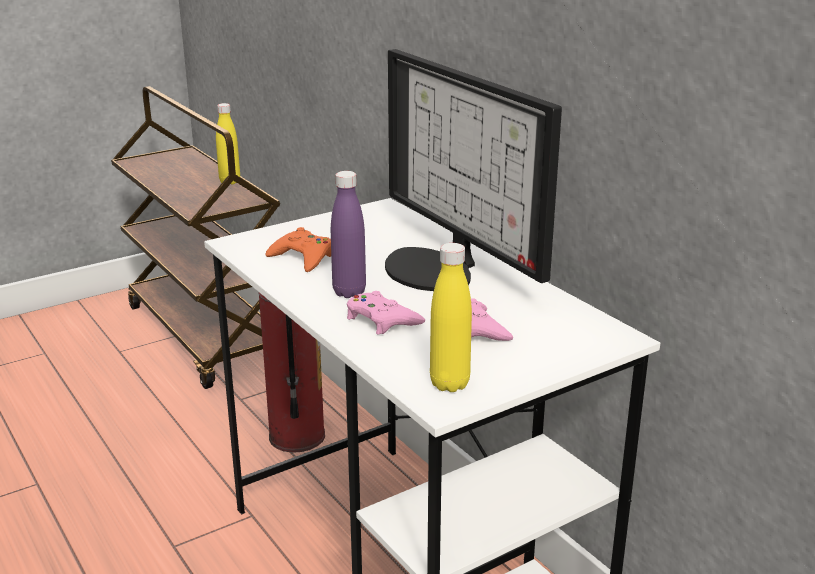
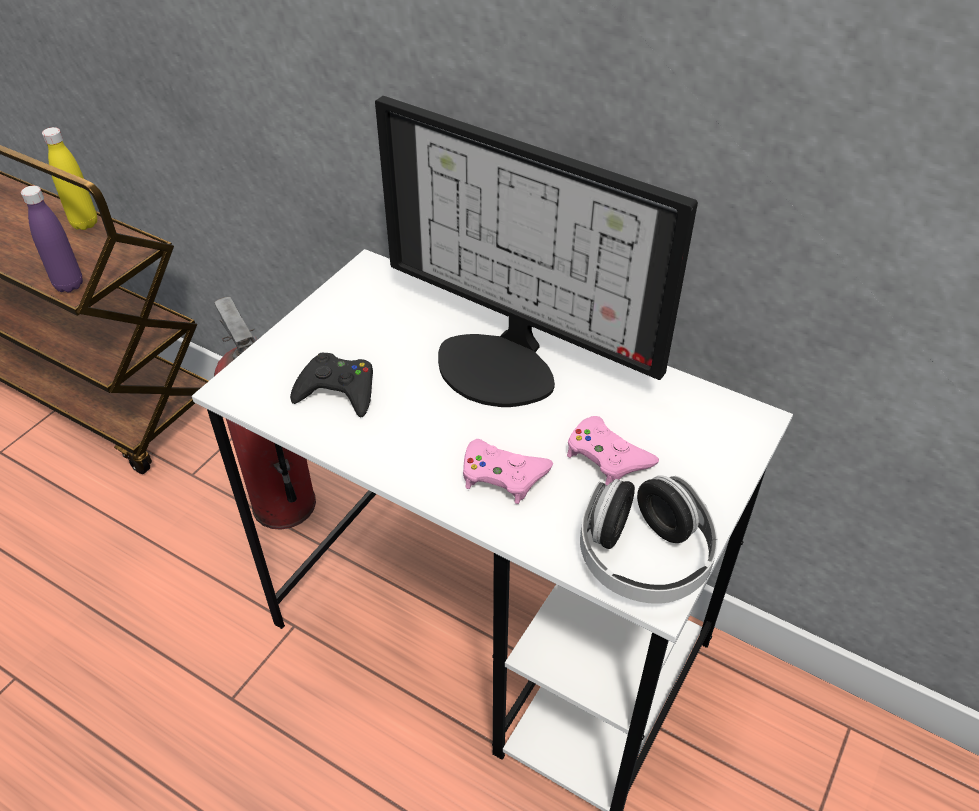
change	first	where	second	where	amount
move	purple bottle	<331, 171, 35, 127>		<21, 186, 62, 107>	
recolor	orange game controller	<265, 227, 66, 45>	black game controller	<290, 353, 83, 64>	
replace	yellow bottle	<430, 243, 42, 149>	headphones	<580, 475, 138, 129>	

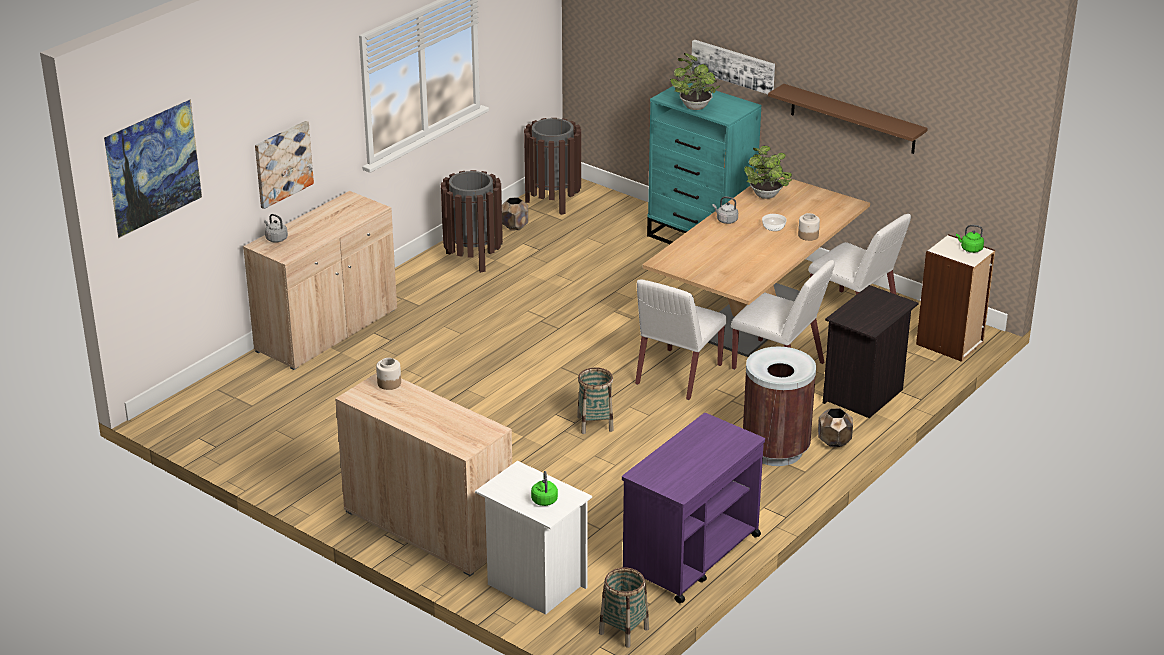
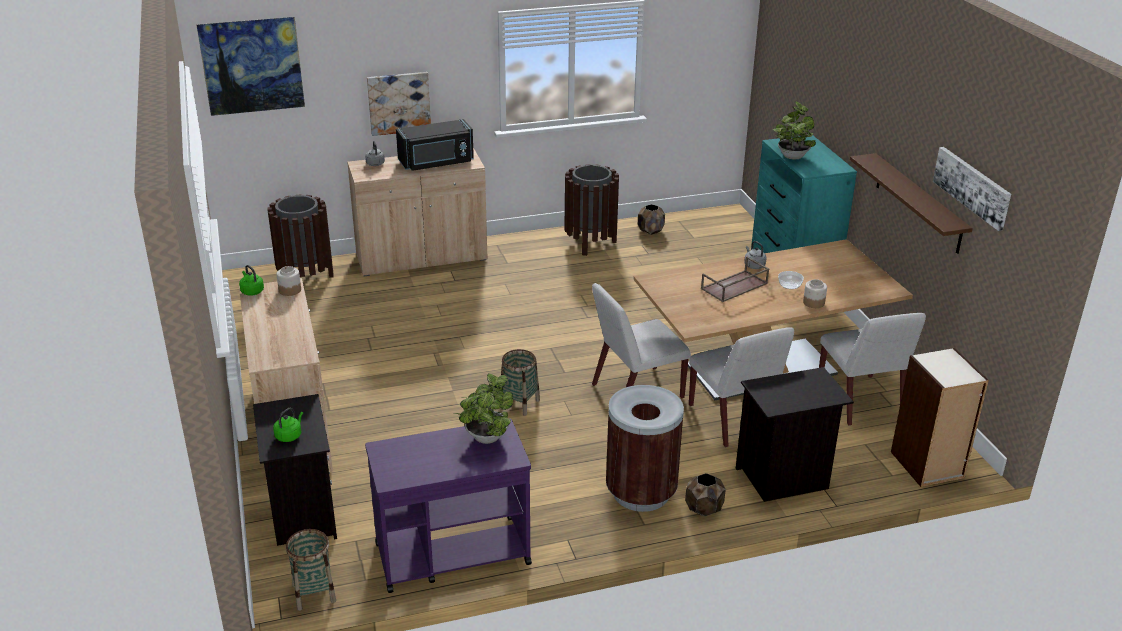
change	first	where	second	where	amount
move	green kettle	<956, 225, 28, 28>		<239, 265, 25, 31>	
recolor	white nightstand	<475, 461, 117, 154>	black nightstand	<253, 394, 84, 152>	
move	brown trash can	<524, 118, 57, 97>		<267, 195, 67, 82>	
insert			black microwave	<396, 119, 78, 52>	
move	potted plant	<744, 146, 48, 53>		<454, 373, 59, 71>	
insert			brown tray	<701, 257, 68, 45>	
move	picture	<691, 40, 84, 54>		<933, 147, 78, 84>	

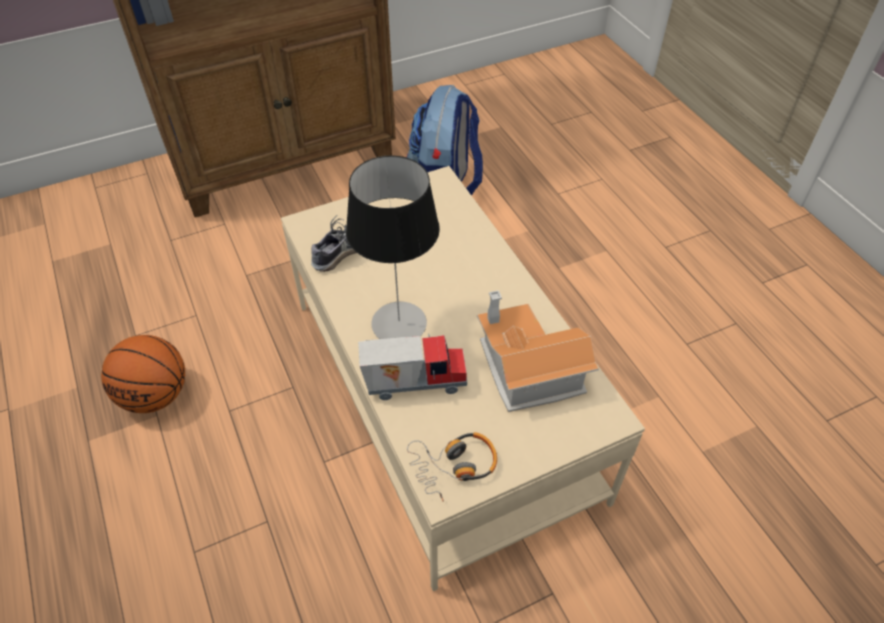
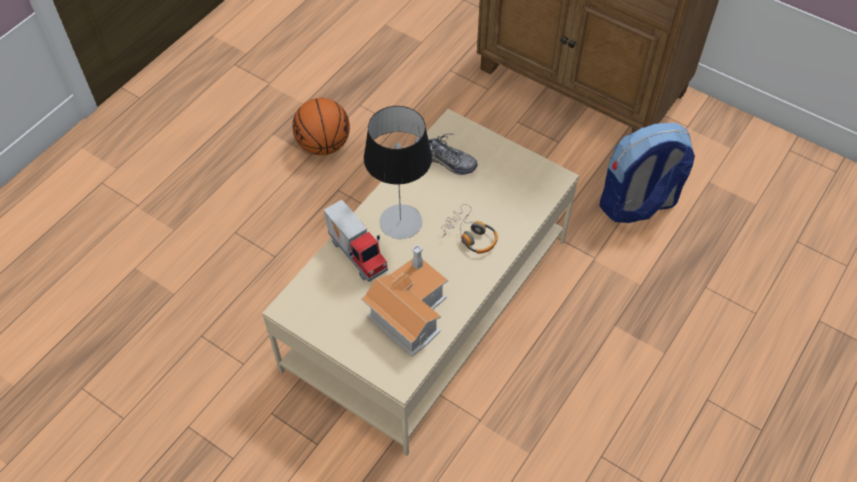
change	first	where	second	where	amount
move	headphones	<407, 432, 90, 69>		<441, 204, 57, 49>	

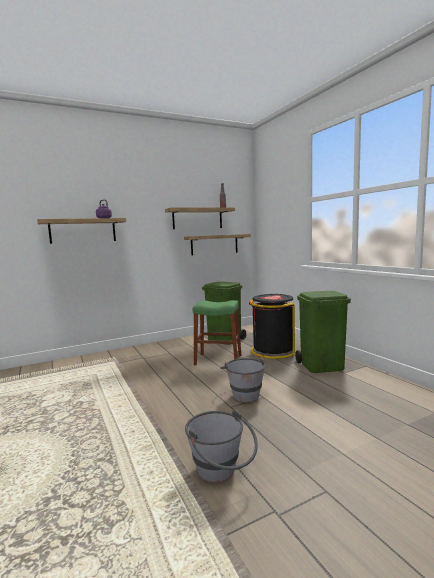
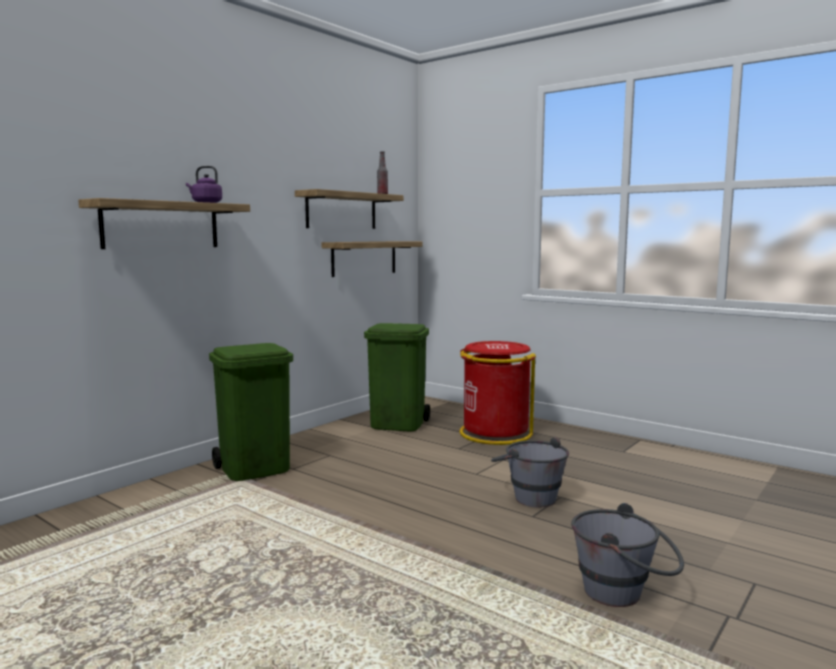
change	first	where	second	where	amount
move	green trash can	<295, 291, 56, 82>		<209, 343, 84, 138>	
recolor	black trash can	<249, 294, 46, 65>	red trash can	<459, 341, 77, 104>	
delete	green stool	<193, 300, 48, 65>			

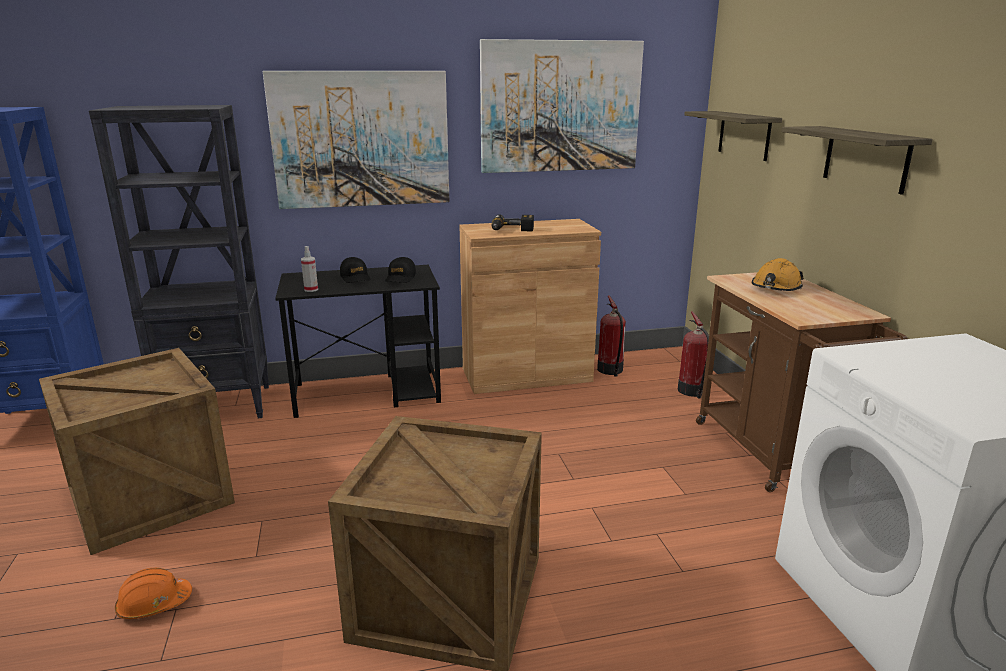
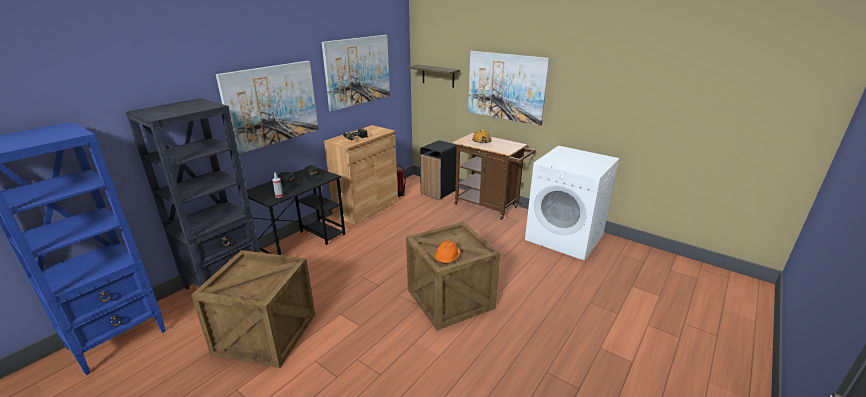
change	first	where	second	where	amount
replace	fire extinguisher	<678, 311, 31, 88>	black trash can	<420, 140, 37, 60>	
move	orange hard hat	<115, 568, 77, 51>		<434, 240, 26, 24>	
replace	shelf	<781, 126, 152, 69>	picture	<468, 51, 82, 75>	

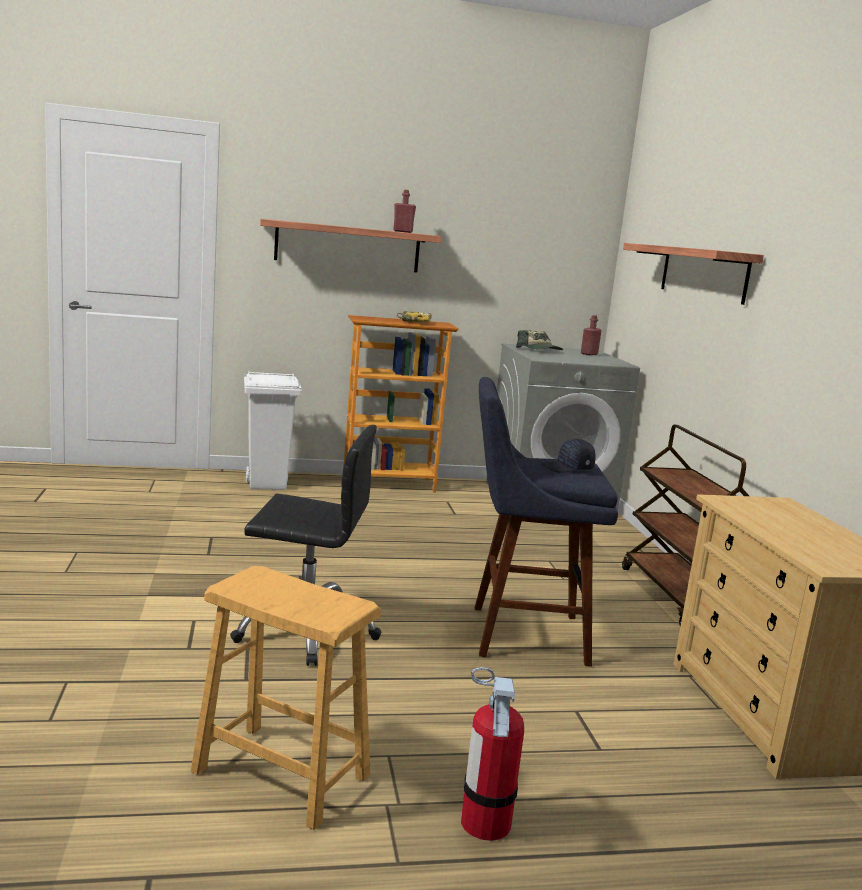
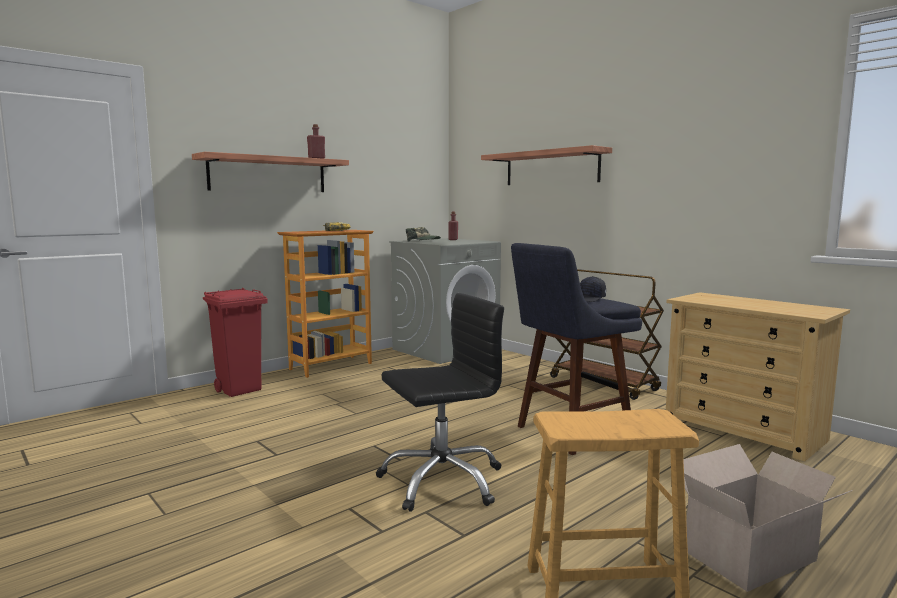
change	first	where	second	where	amount
recolor	white trash can	<244, 371, 58, 119>	red trash can	<203, 288, 65, 109>	
replace	fire extinguisher	<461, 667, 63, 174>	cardboard box	<683, 444, 170, 148>	

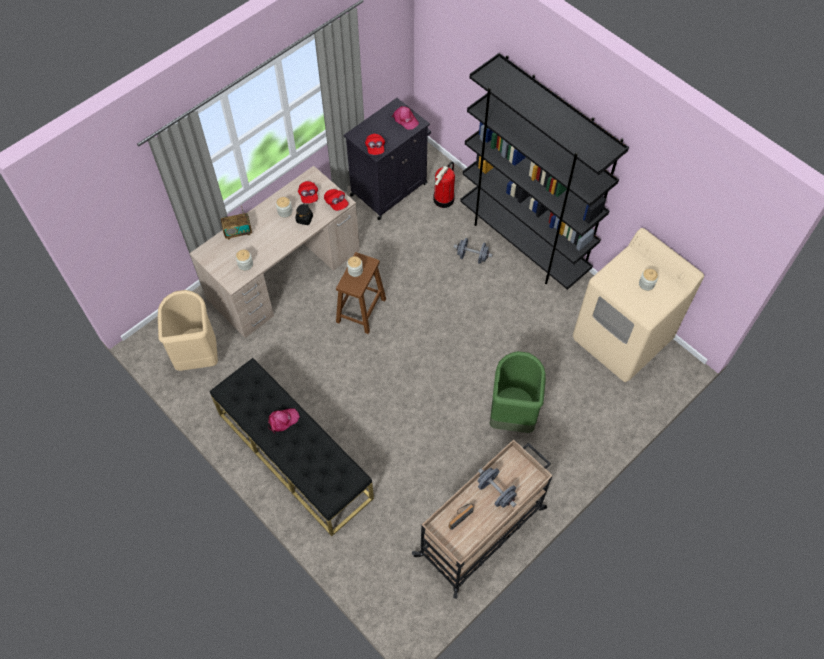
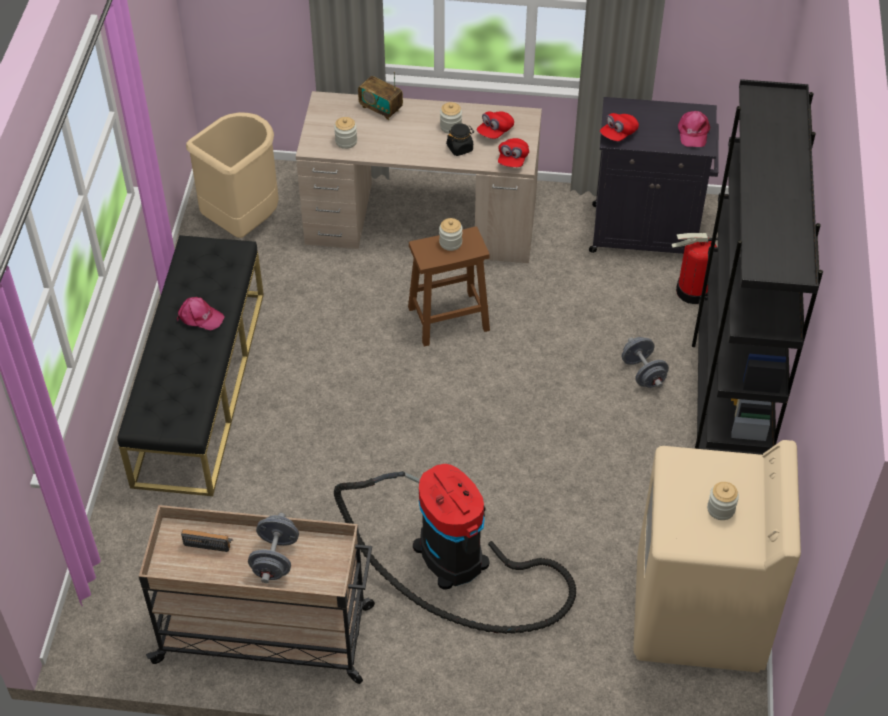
change	first	where	second	where	amount
replace	green trash can	<490, 351, 56, 82>	vacuum cleaner	<334, 464, 242, 170>	

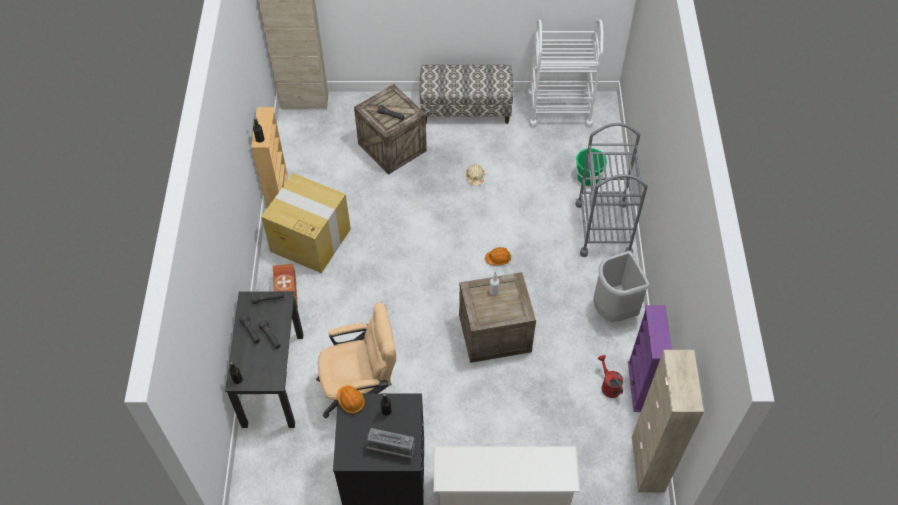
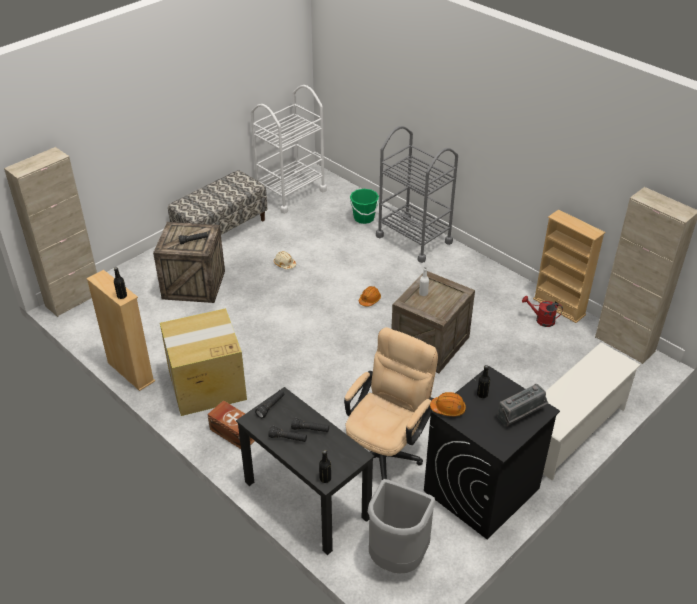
change	first	where	second	where	amount
move	grey trash can	<593, 251, 56, 71>		<368, 479, 68, 94>	
recolor	purple bookcase	<628, 305, 44, 107>	beige bookcase	<533, 209, 72, 114>	

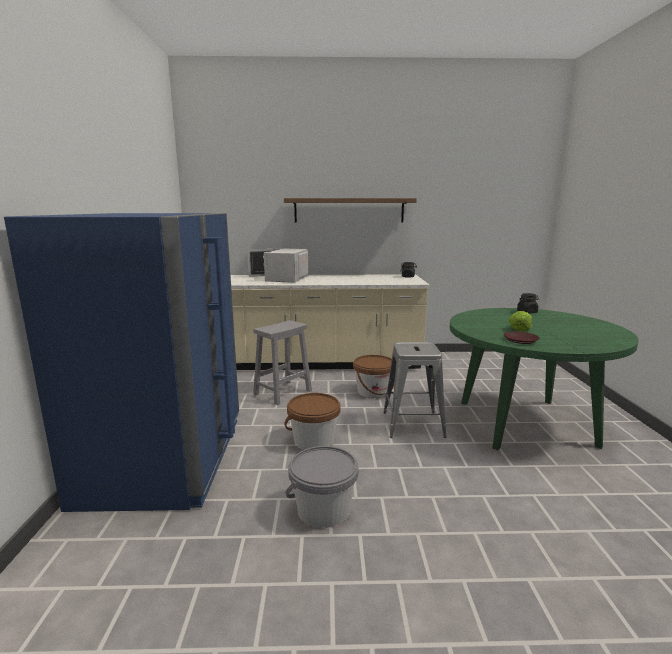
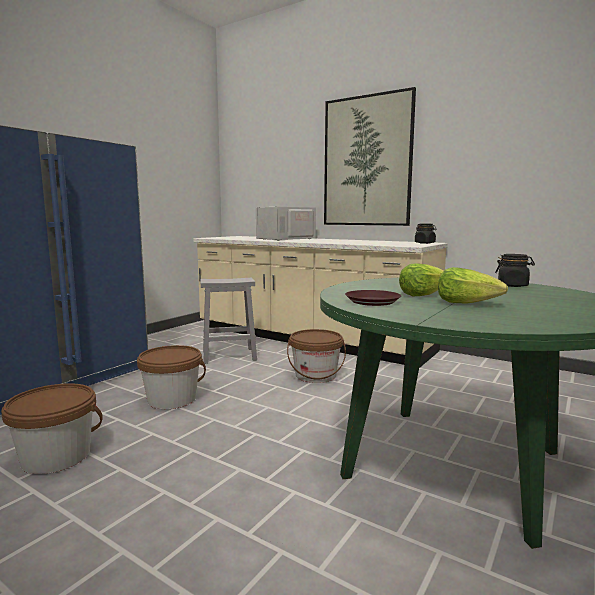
change	first	where	second	where	amount
recolor	grey bucket	<286, 446, 73, 82>	brown bucket	<1, 383, 102, 91>	
replace	shelf	<284, 198, 133, 24>	picture	<324, 87, 92, 139>	
insert			lettuce	<438, 267, 70, 37>	
delete	grey stool	<383, 342, 64, 96>			

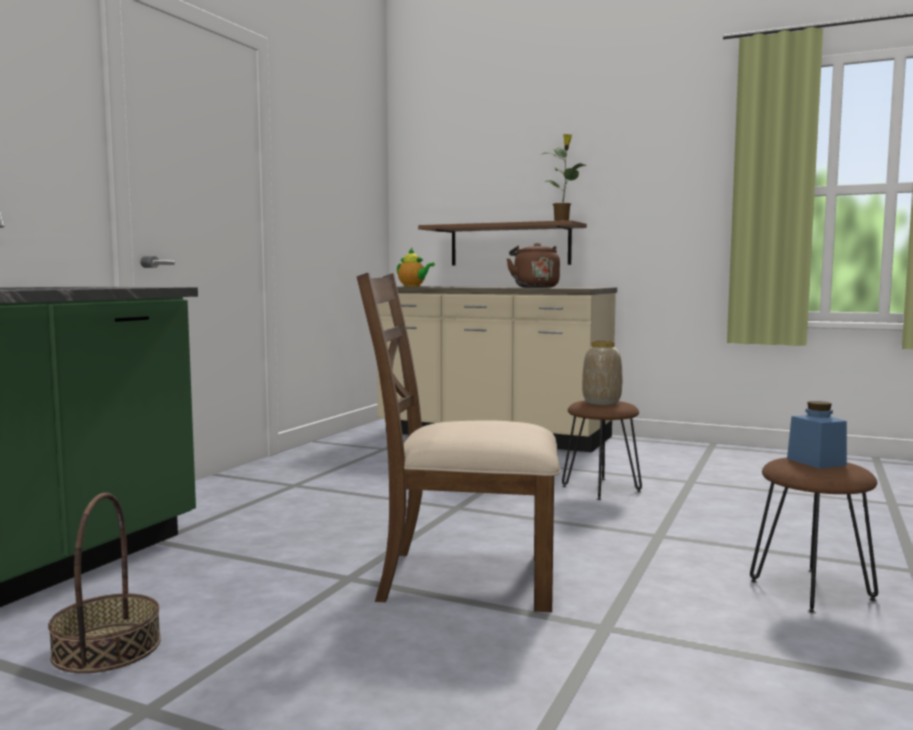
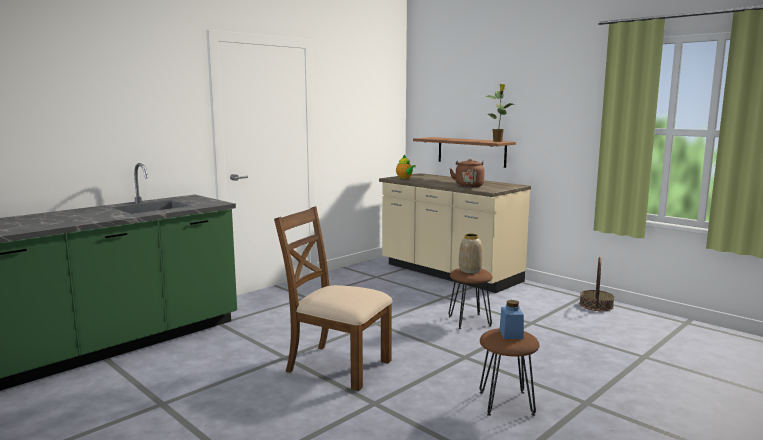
change	first	where	second	where	amount
move	basket	<48, 493, 113, 180>		<580, 257, 34, 54>	

